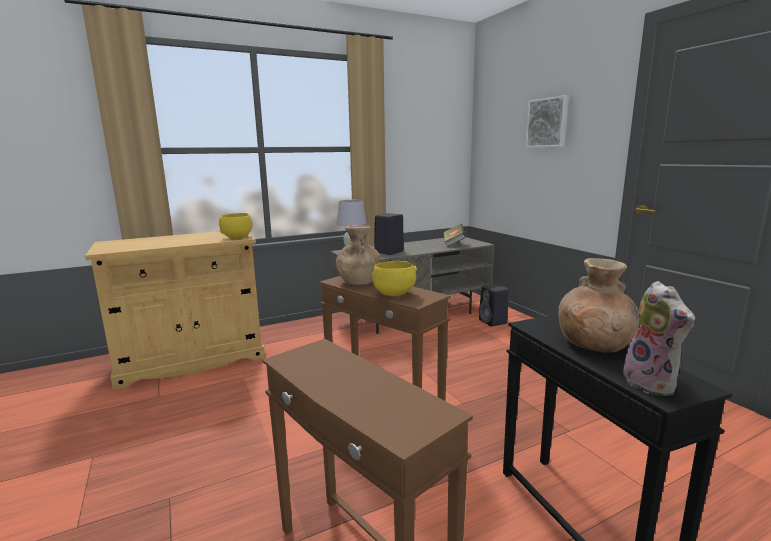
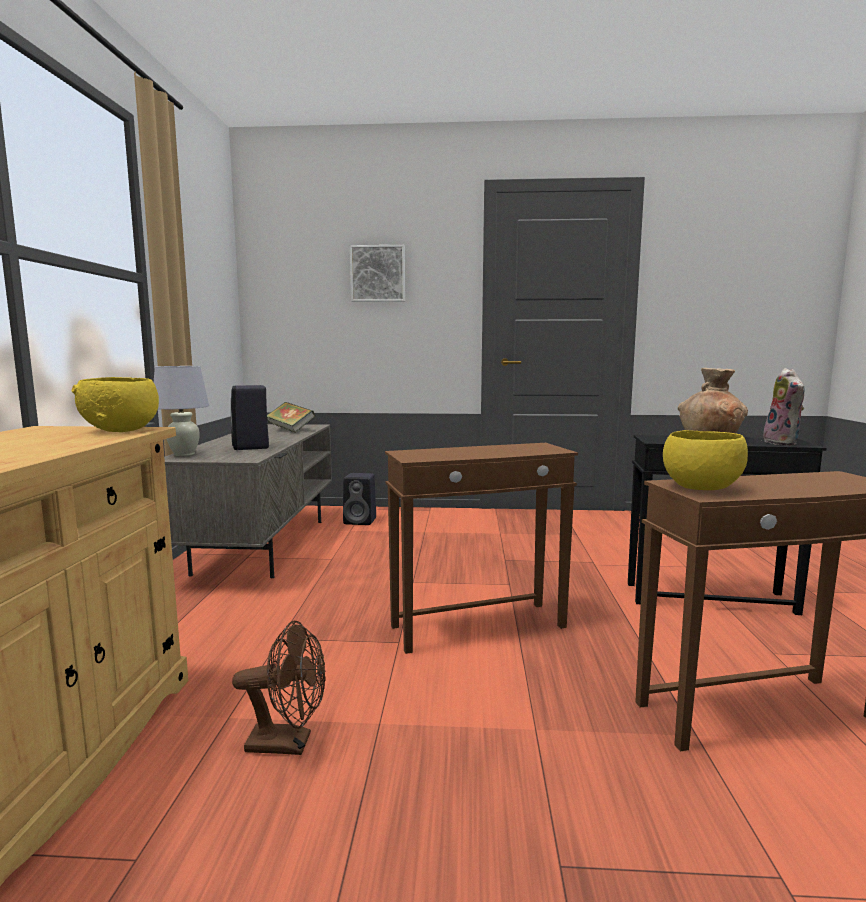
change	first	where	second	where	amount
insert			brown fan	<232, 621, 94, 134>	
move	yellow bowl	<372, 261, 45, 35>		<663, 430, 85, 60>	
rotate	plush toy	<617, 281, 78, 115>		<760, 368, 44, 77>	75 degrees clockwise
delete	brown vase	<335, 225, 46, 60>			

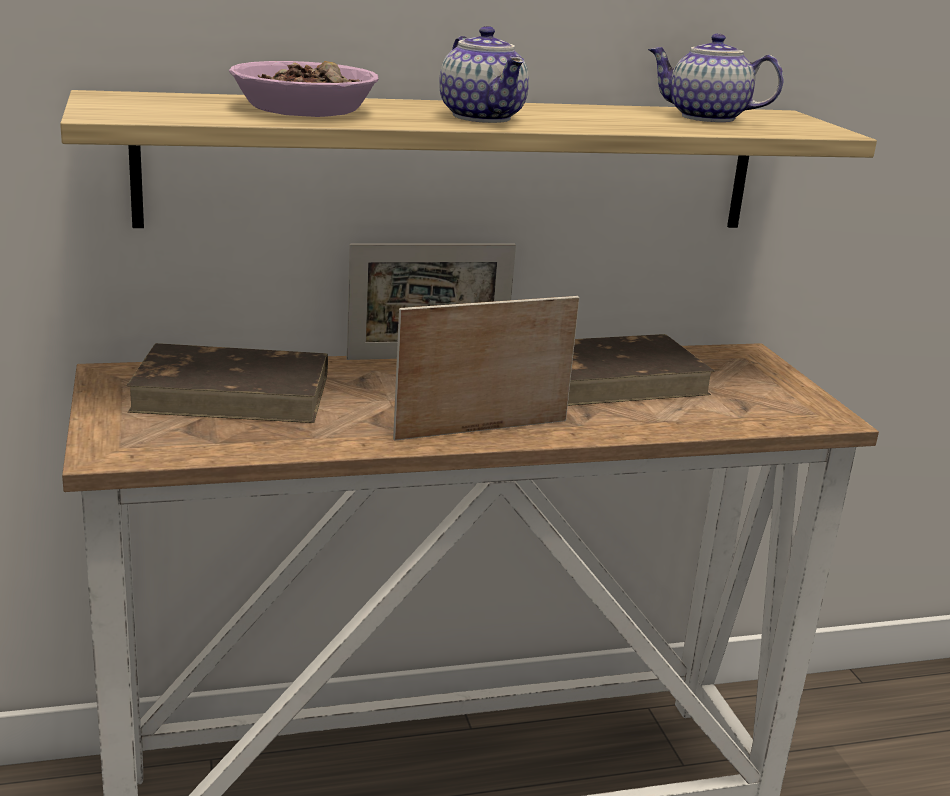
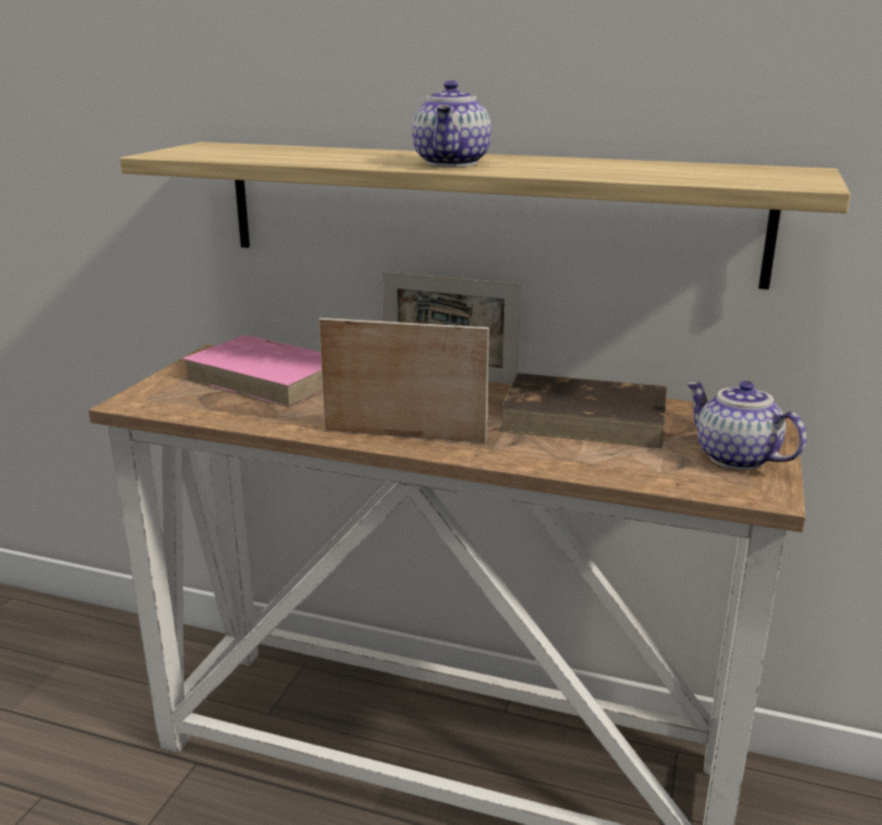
change	first	where	second	where	amount
recolor	brown book	<126, 343, 202, 80>	pink book	<182, 335, 141, 73>	
move	teapot	<648, 34, 136, 88>		<687, 381, 120, 89>	
delete	bowl	<229, 61, 150, 56>			

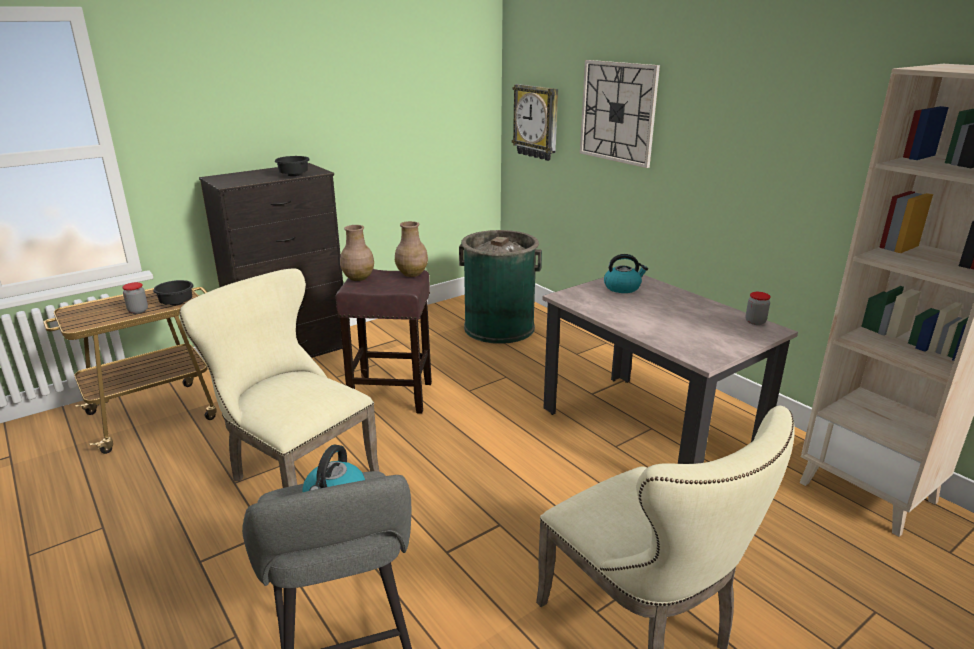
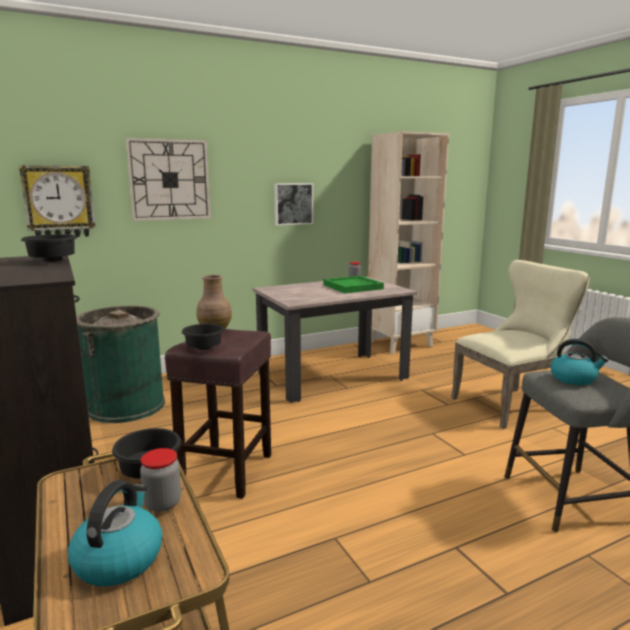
change	first	where	second	where	amount
move	kettle	<604, 254, 44, 39>		<68, 480, 94, 106>	
replace	brown vase	<340, 225, 34, 56>	black bowl	<182, 324, 42, 26>	
insert			picture	<274, 183, 39, 42>	
insert			green tray	<323, 276, 61, 17>	
delete	beige chair	<179, 268, 200, 220>			

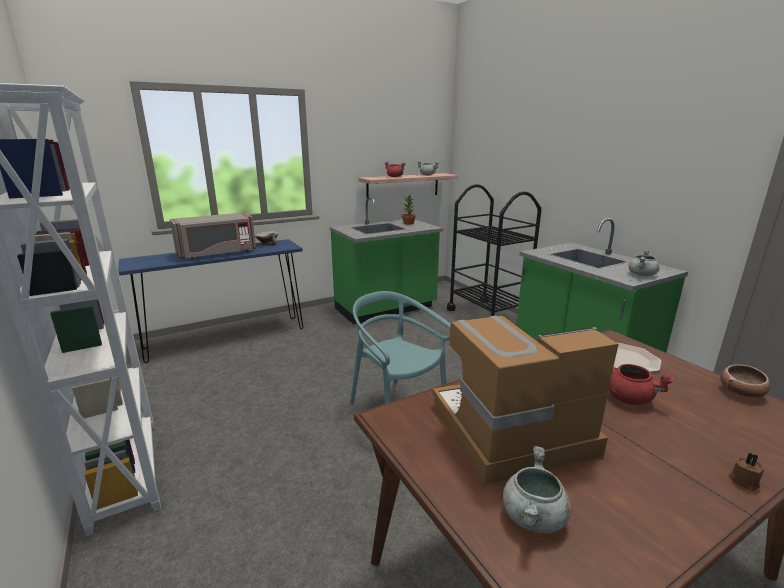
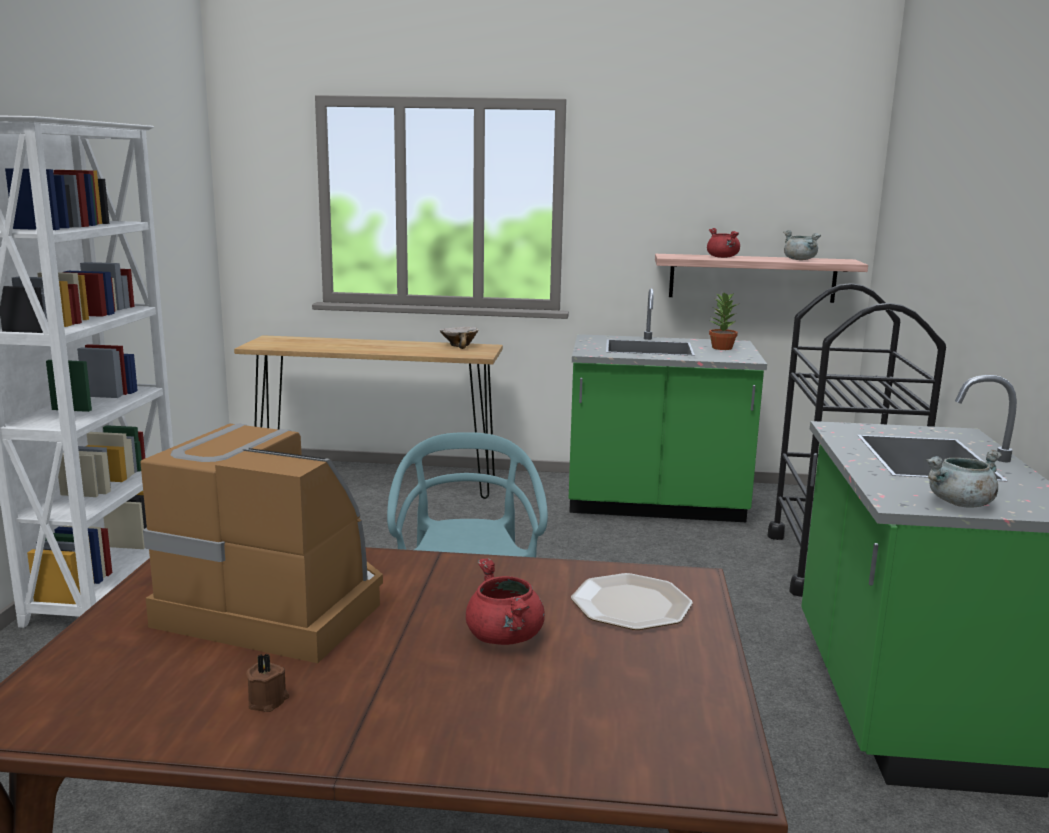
change	first	where	second	where	amount
recolor	blue console table	<118, 239, 185, 124>	brown console table	<234, 335, 269, 164>	
move	brown candle	<728, 453, 36, 38>		<246, 653, 43, 59>	
delete	grey microwave	<170, 212, 86, 47>			
delete	grey cooking pot	<503, 446, 68, 88>			
delete	bowl	<720, 364, 50, 34>			

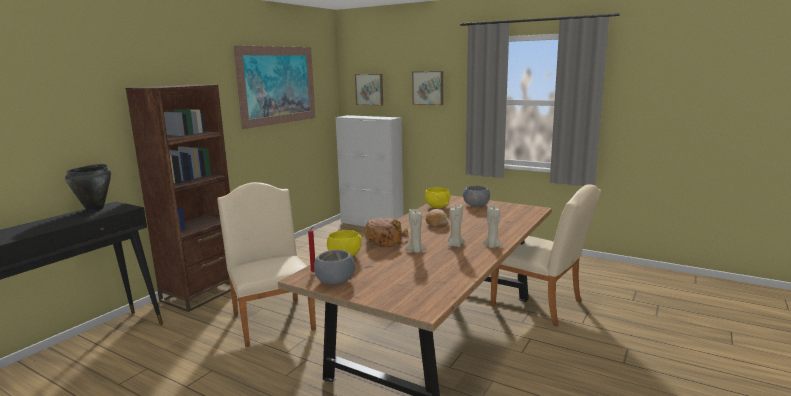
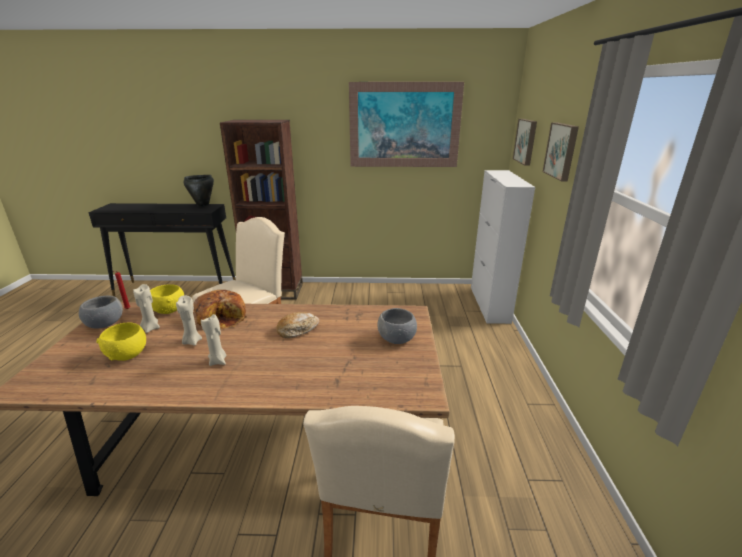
change	first	where	second	where	amount
move	yellow bowl	<425, 187, 25, 21>		<96, 323, 50, 38>	
move	beige candle	<483, 205, 20, 43>		<133, 284, 27, 49>	

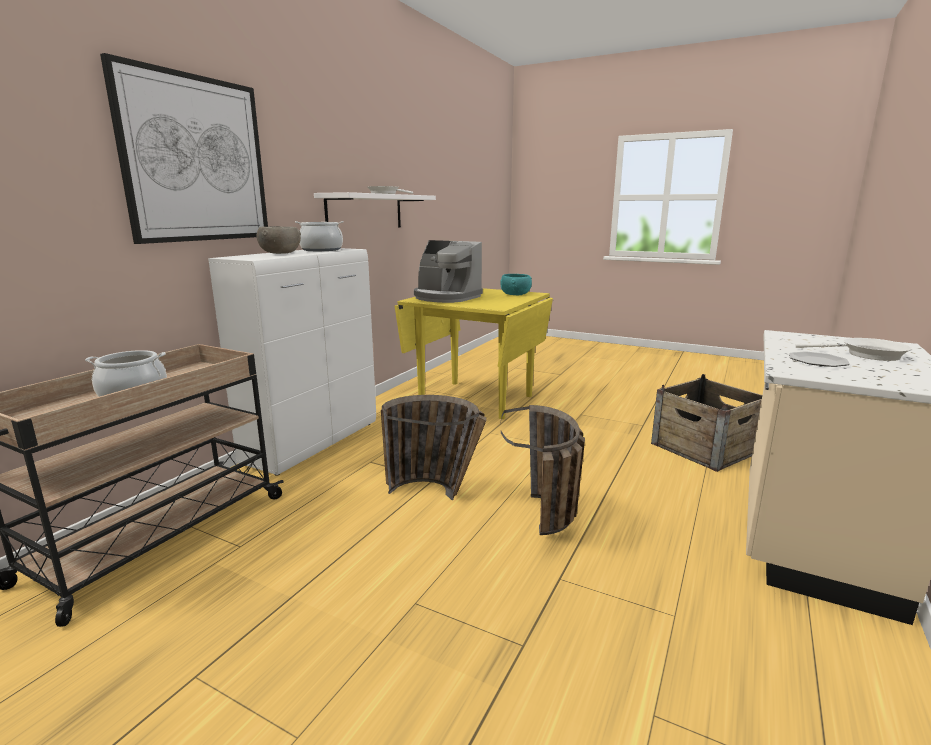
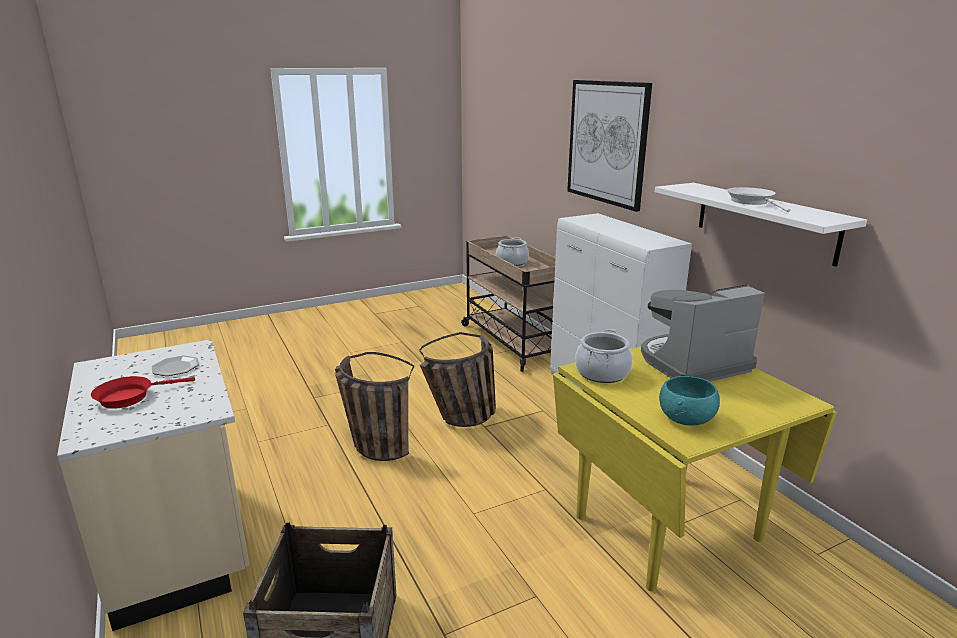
change	first	where	second	where	amount
recolor	white frying pan	<795, 338, 117, 23>	red frying pan	<91, 376, 104, 33>	
move	cooking pot	<295, 221, 49, 30>		<575, 329, 58, 54>	
delete	grey bowl	<256, 226, 45, 28>			

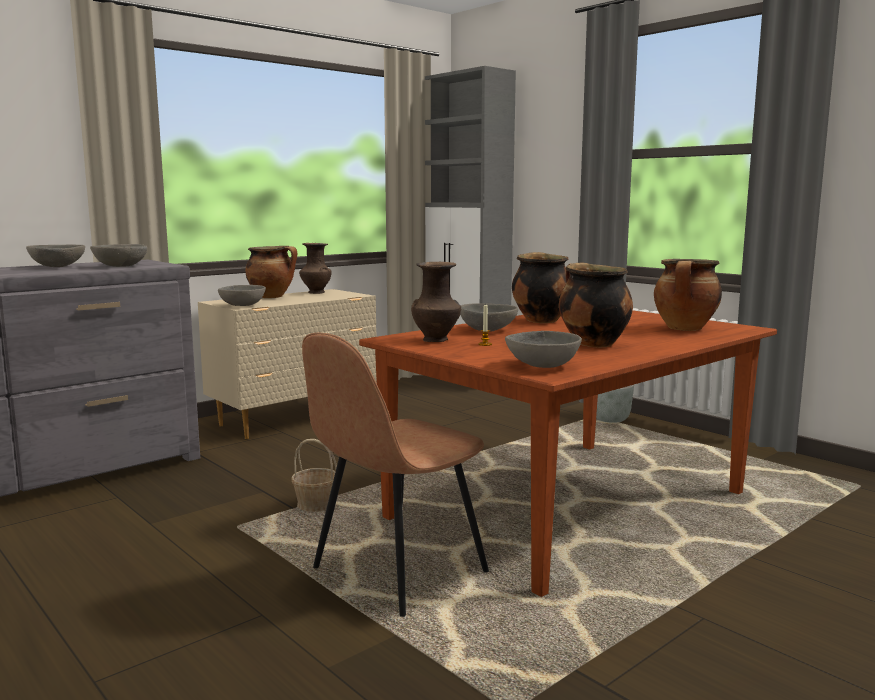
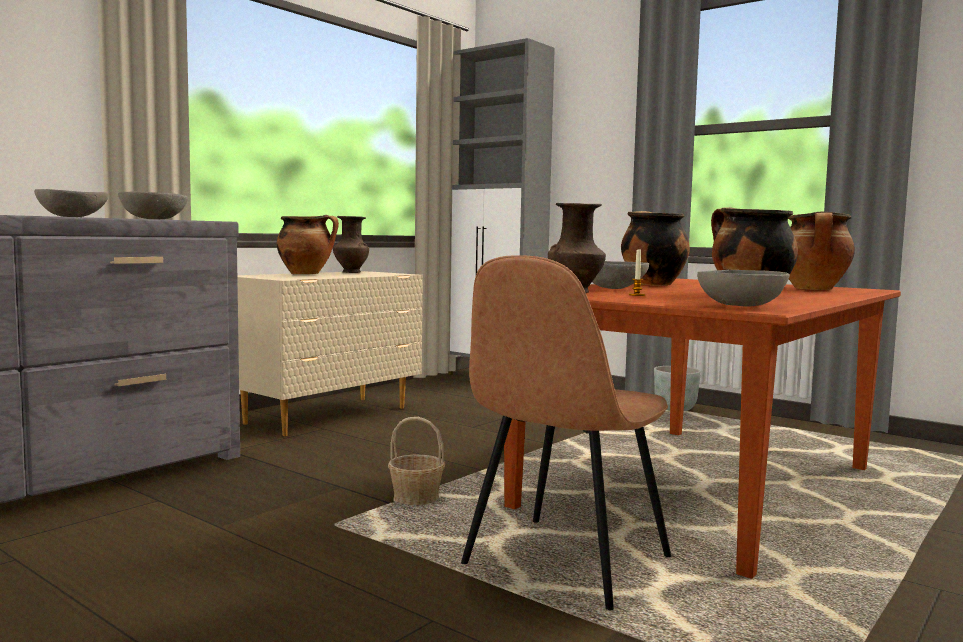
change	first	where	second	where	amount
delete	grey bowl	<218, 285, 48, 21>			

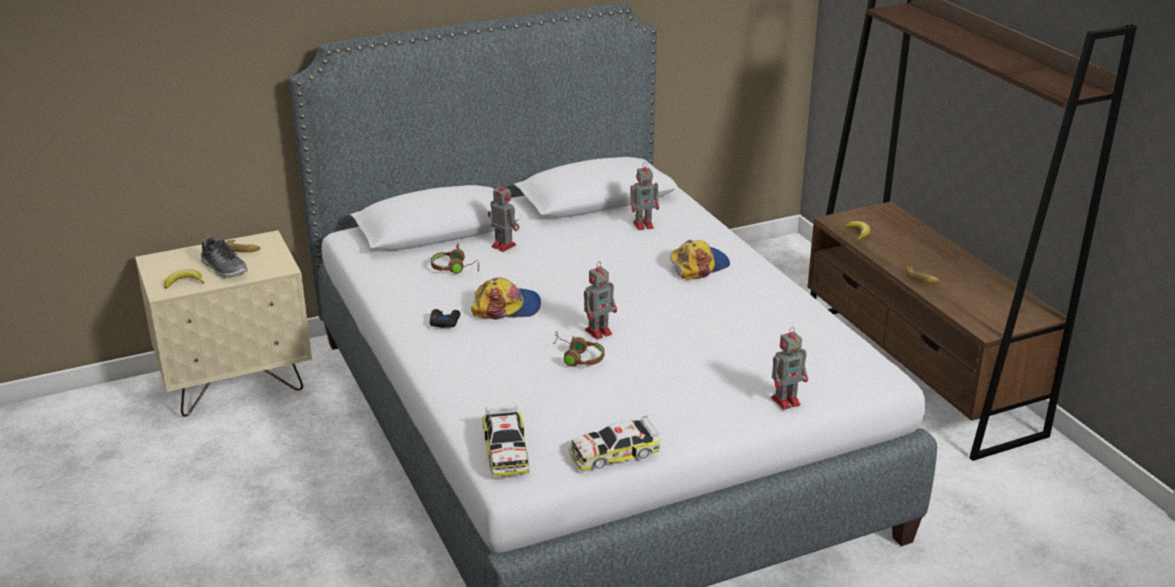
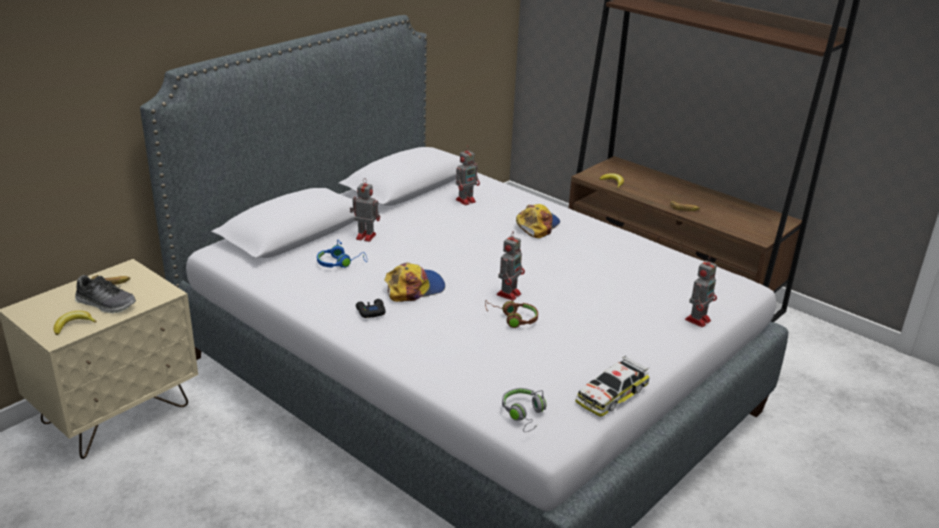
change	first	where	second	where	amount
recolor	brown headphones	<431, 243, 49, 31>	blue headphones	<317, 240, 50, 28>	
replace	toy car	<482, 405, 47, 71>	grey headphones	<502, 388, 45, 44>	

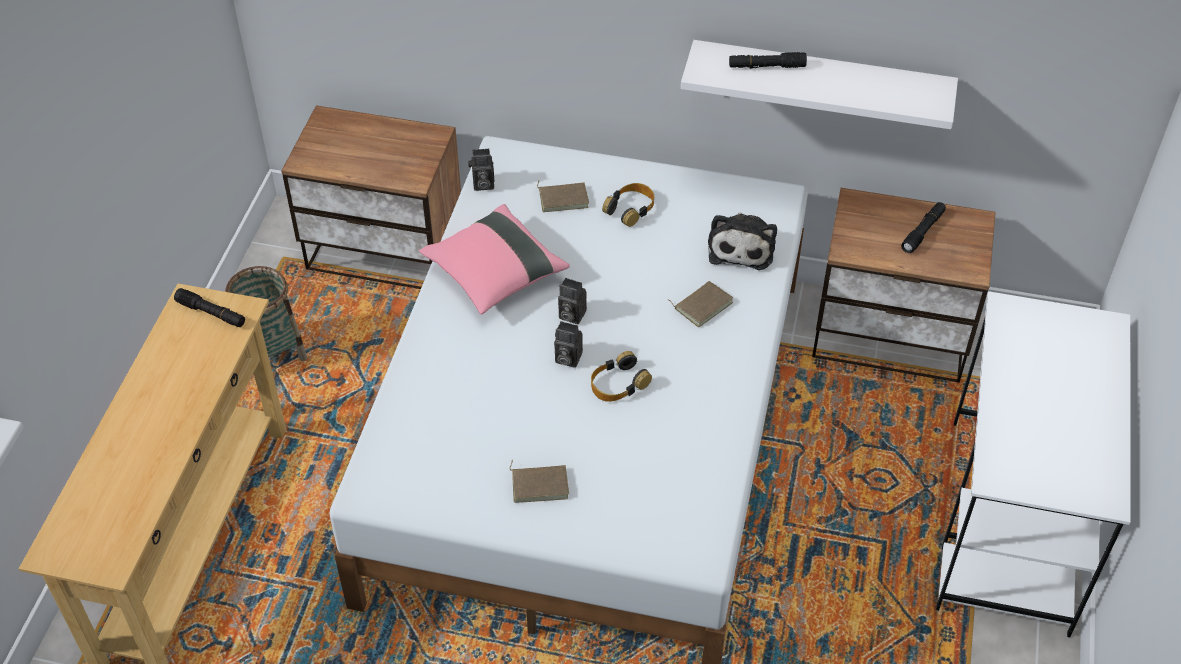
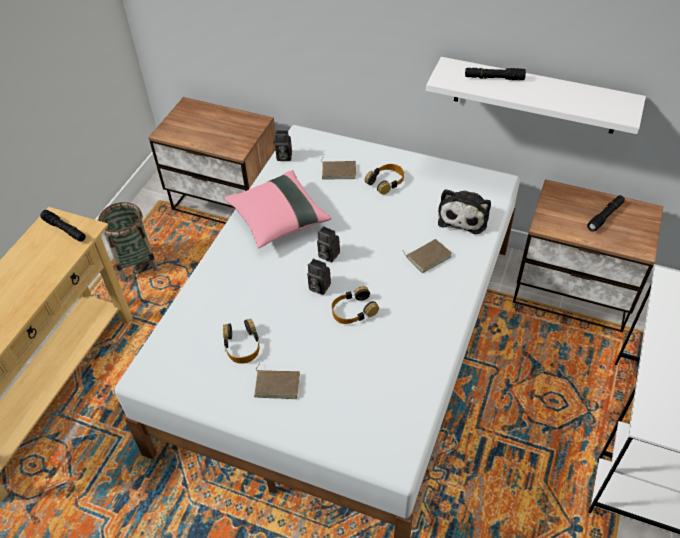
change	first	where	second	where	amount
insert			headphones	<223, 319, 37, 45>	

